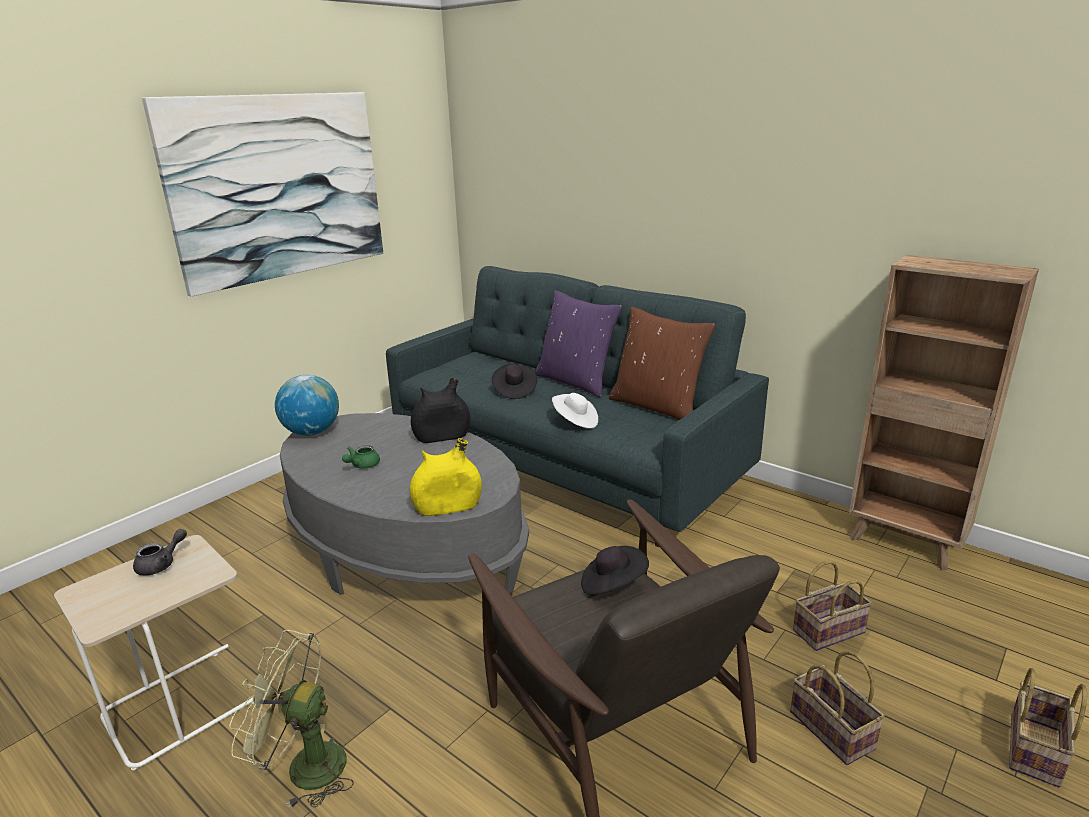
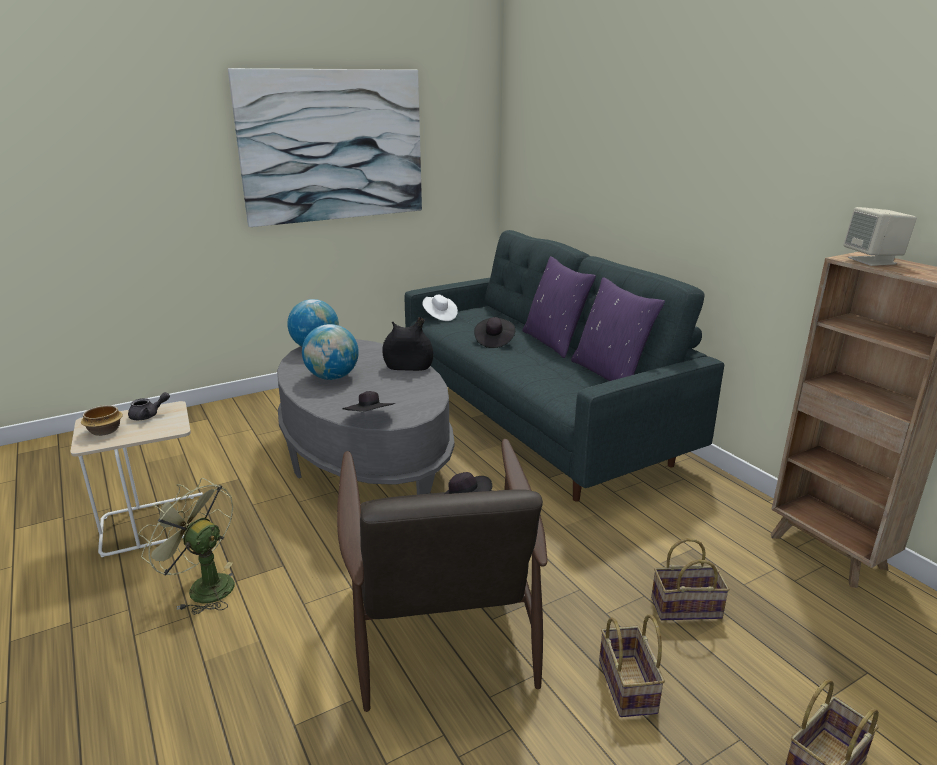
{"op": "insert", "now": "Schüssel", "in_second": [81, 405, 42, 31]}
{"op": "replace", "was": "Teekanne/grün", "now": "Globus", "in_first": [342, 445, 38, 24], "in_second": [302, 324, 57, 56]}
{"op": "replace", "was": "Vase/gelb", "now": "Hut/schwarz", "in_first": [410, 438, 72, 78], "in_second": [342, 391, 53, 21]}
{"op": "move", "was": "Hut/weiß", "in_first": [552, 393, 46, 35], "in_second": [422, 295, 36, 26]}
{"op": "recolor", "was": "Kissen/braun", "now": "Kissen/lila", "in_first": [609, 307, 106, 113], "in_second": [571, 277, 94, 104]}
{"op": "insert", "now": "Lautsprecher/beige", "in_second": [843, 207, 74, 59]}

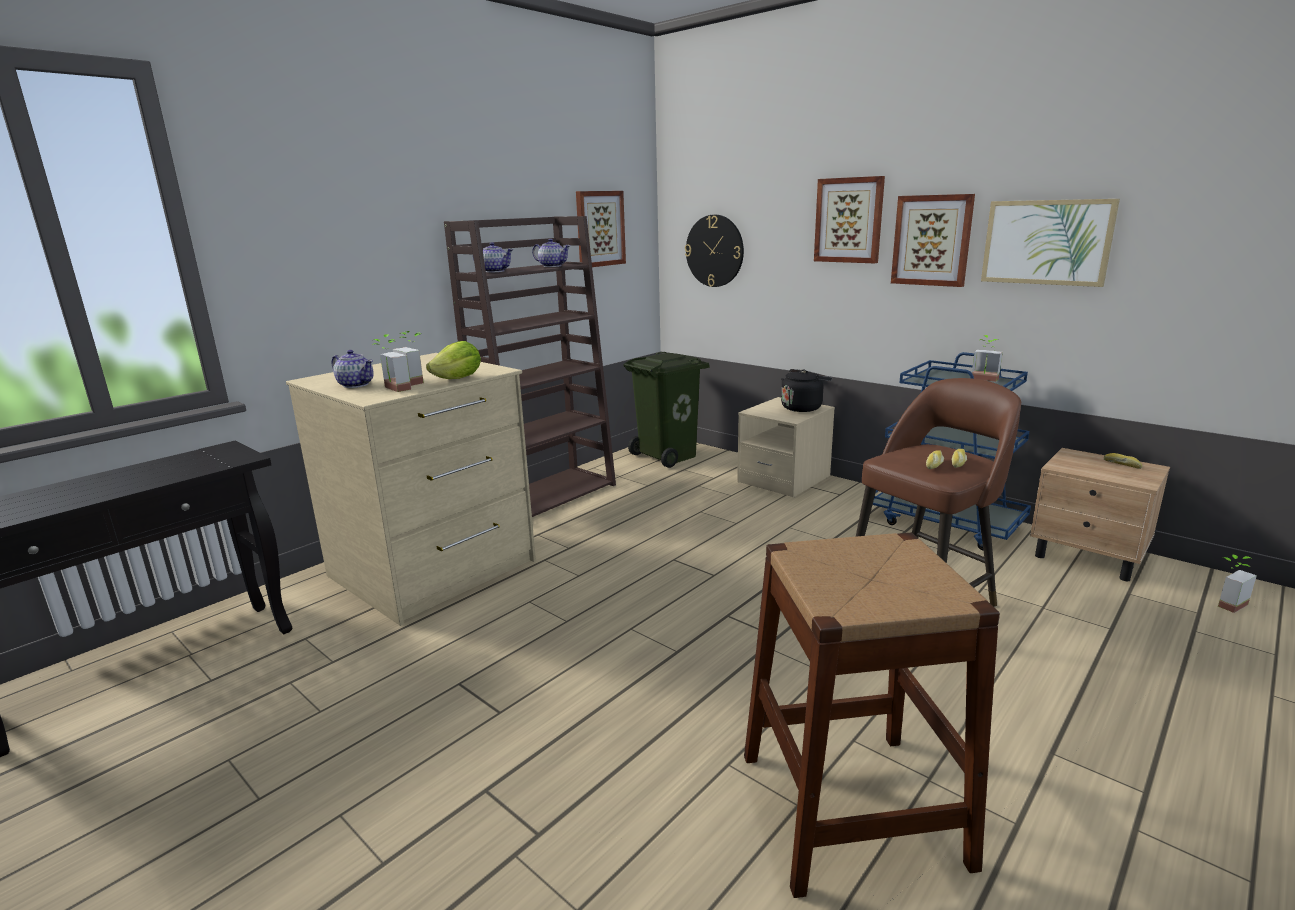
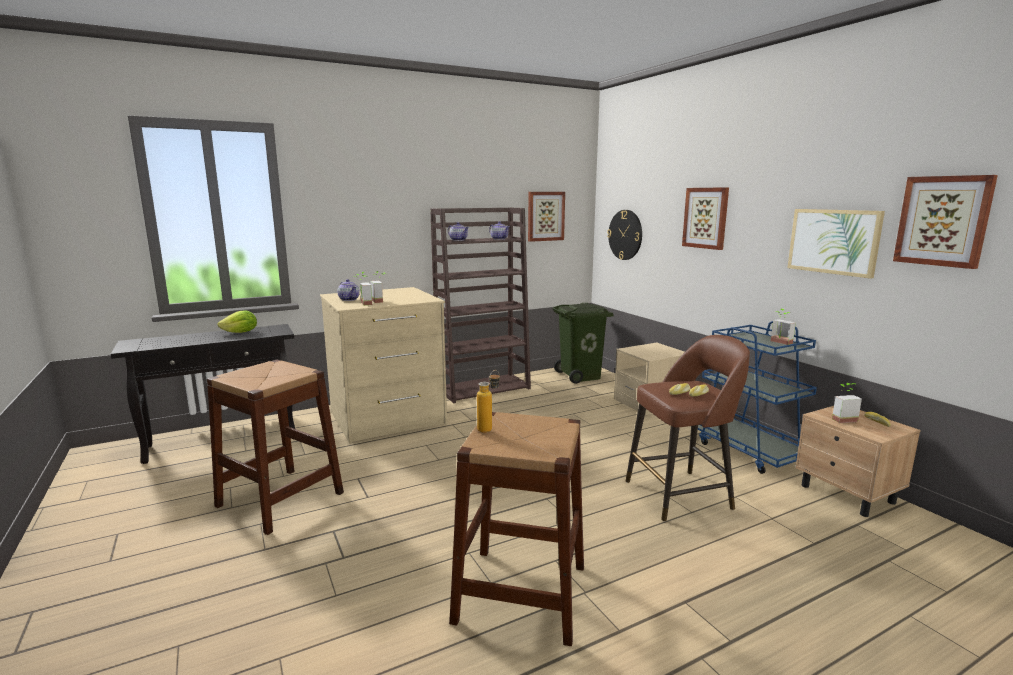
{"op": "insert", "now": "Hocker/braun", "in_second": [207, 360, 137, 175]}
{"op": "move", "was": "Salatkopf", "in_first": [426, 341, 55, 38], "in_second": [217, 310, 40, 23]}
{"op": "insert", "now": "Flasche", "in_second": [477, 370, 23, 63]}
{"op": "move", "was": "Topfpflanze", "in_first": [1218, 555, 38, 58], "in_second": [832, 383, 30, 40]}
{"op": "move", "was": "Bild", "in_first": [891, 194, 84, 93], "in_second": [893, 175, 105, 94]}
{"op": "delete", "was": "Wasserkessel/schwarz", "in_first": [781, 369, 51, 43]}

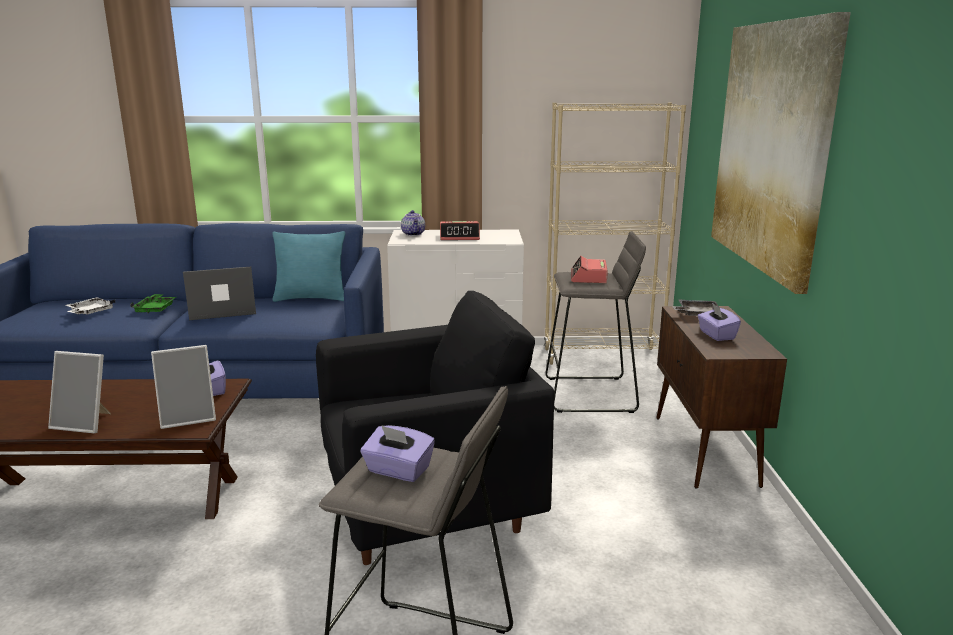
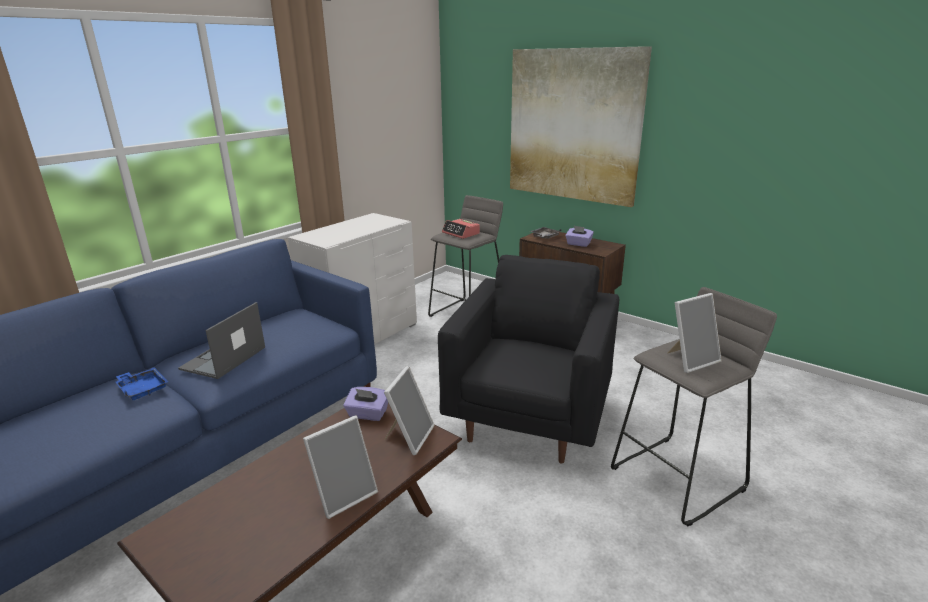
{"op": "recolor", "was": "Tablett/grün", "now": "Tablett/blau", "in_first": [130, 294, 46, 20], "in_second": [115, 367, 53, 33]}
{"op": "replace", "was": "Taschentuchbox/lila", "now": "Bilderrahmen", "in_first": [361, 425, 74, 57], "in_second": [667, 293, 55, 80]}
{"op": "delete", "was": "Tablett/weiß", "in_first": [66, 297, 49, 18]}
{"op": "delete", "was": "Kissen/türkis", "in_first": [273, 231, 72, 71]}
{"op": "delete", "was": "Teekanne", "in_first": [401, 210, 24, 26]}
{"op": "delete", "was": "Wecker", "in_first": [440, 221, 40, 19]}
{"op": "delete", "was": "Bücherregal/beige", "in_first": [544, 103, 142, 262]}

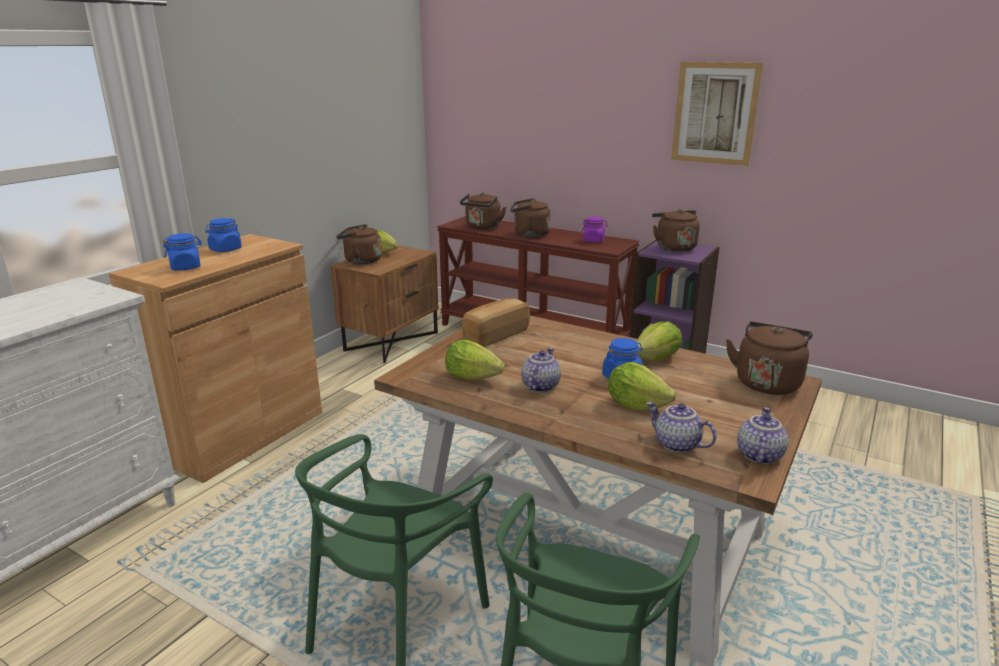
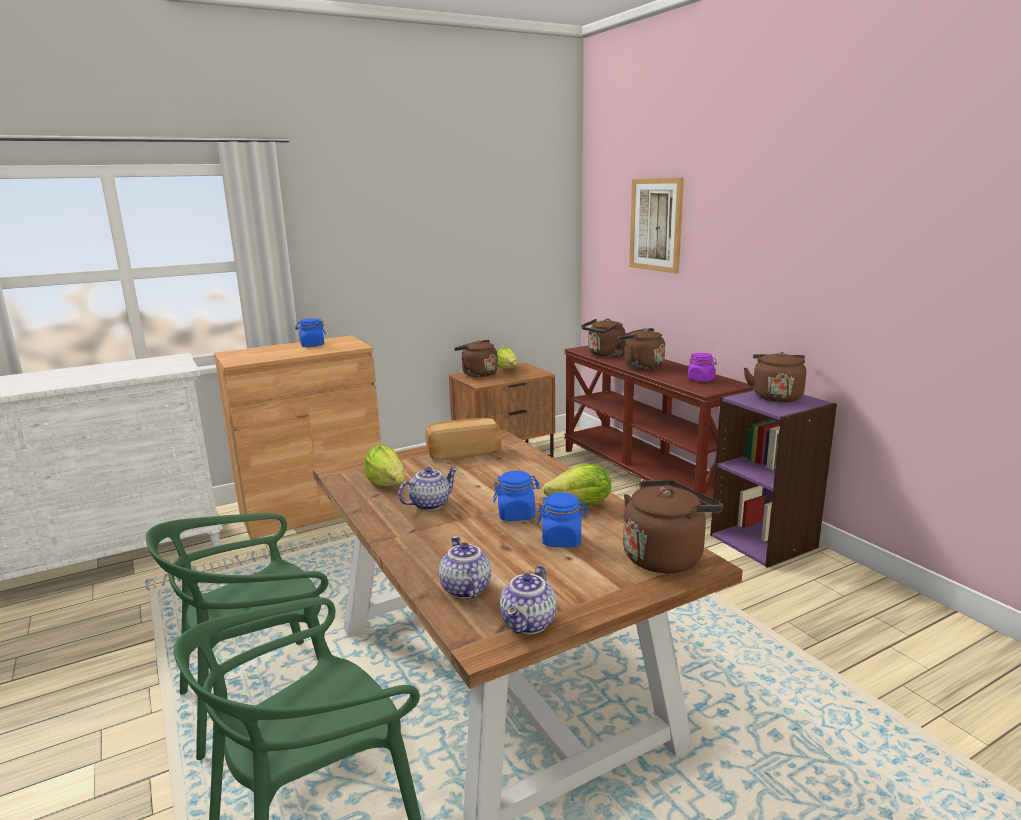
{"op": "rotate", "was": "Teekanne", "in_first": [737, 407, 52, 57], "in_second": [500, 565, 57, 69], "clockwise": 150}
{"op": "move", "was": "Vorratsglas/blau", "in_first": [163, 233, 39, 37], "in_second": [537, 493, 51, 54]}
{"op": "move", "was": "Bild", "in_first": [671, 62, 92, 104], "in_second": [629, 178, 55, 96]}
{"op": "delete", "was": "Salatkopf", "in_first": [608, 362, 69, 48]}

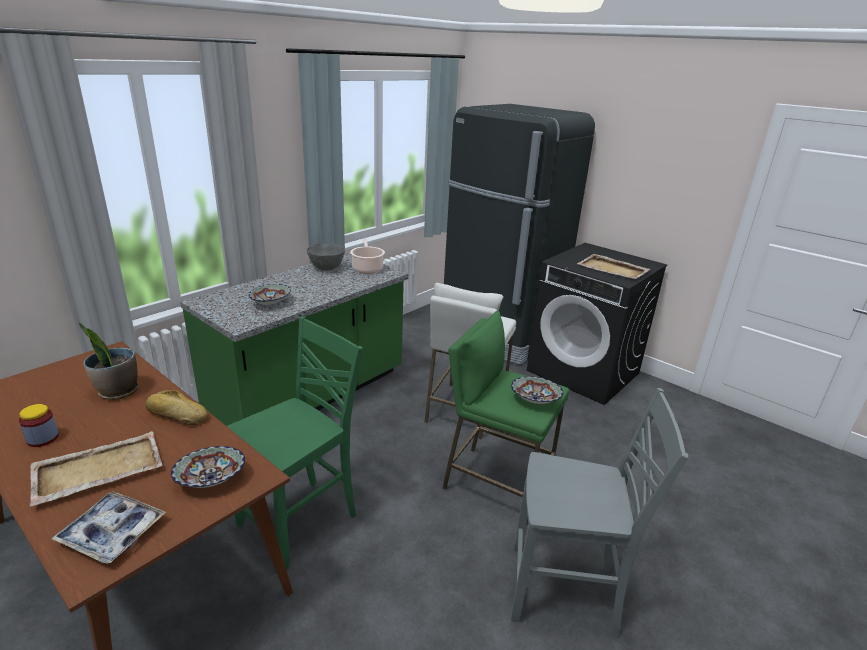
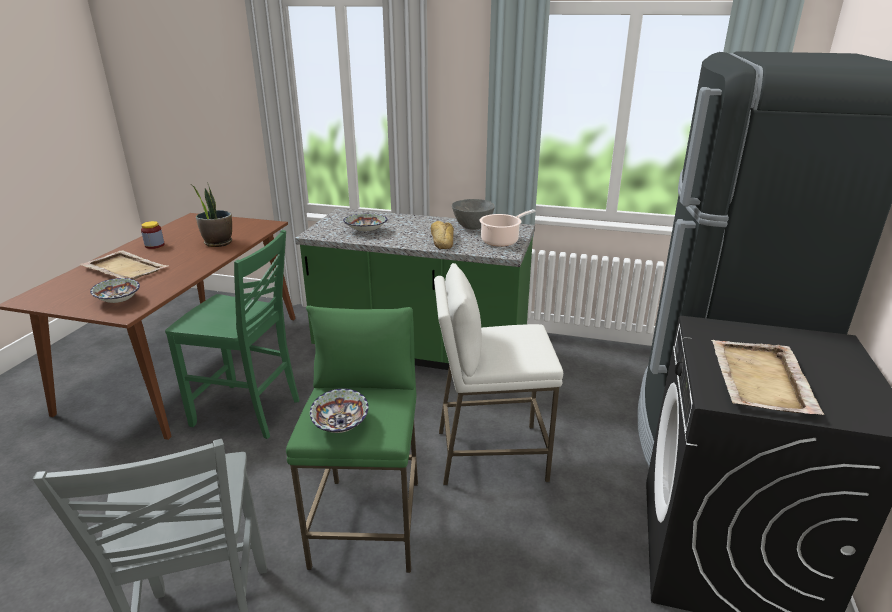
{"op": "move", "was": "Brot", "in_first": [145, 390, 63, 36], "in_second": [431, 221, 23, 28]}
{"op": "delete", "was": "Tablett", "in_first": [51, 491, 115, 73]}

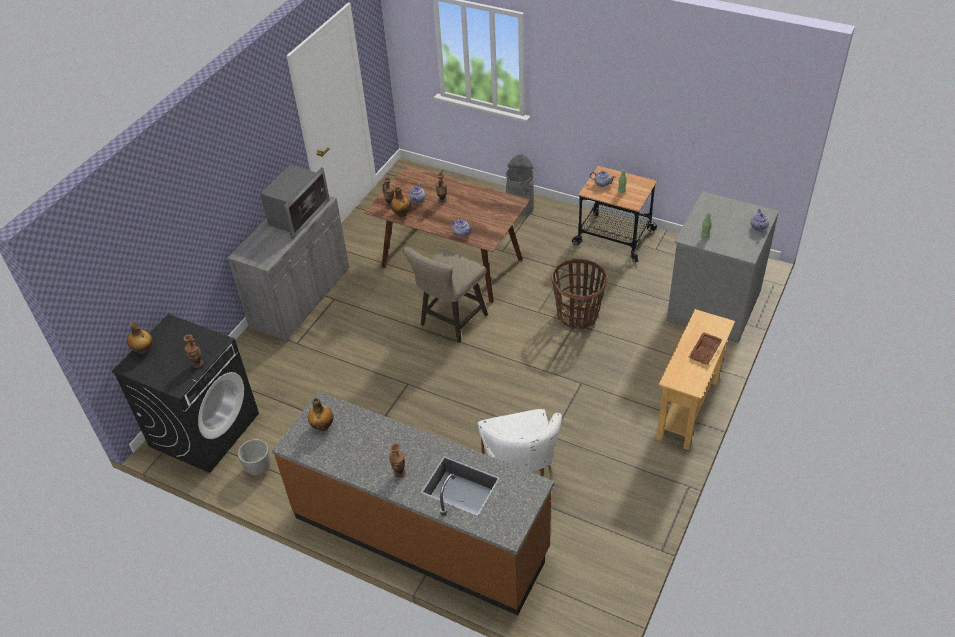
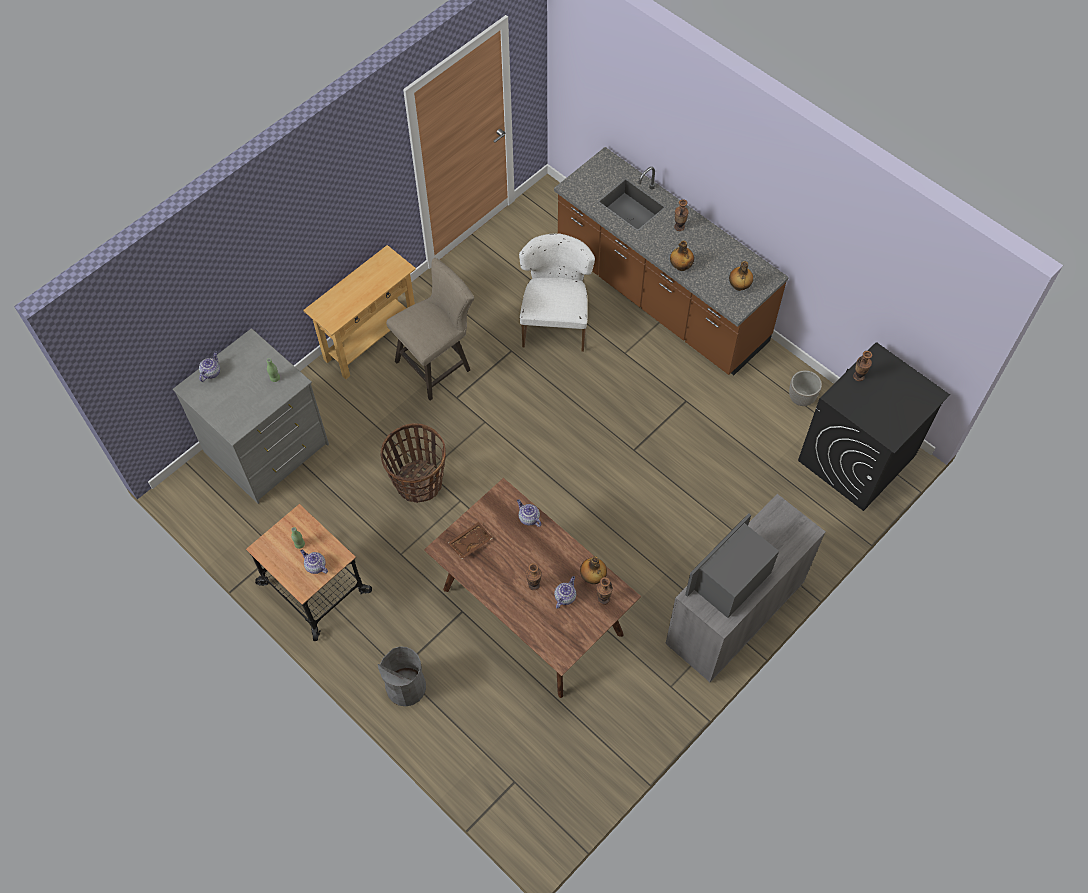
{"op": "move", "was": "Hocker/beige", "in_first": [403, 247, 85, 96], "in_second": [386, 258, 88, 143]}
{"op": "move", "was": "Tablett/braun", "in_first": [688, 332, 35, 33], "in_second": [448, 522, 45, 37]}
{"op": "move", "was": "Flasche", "in_first": [127, 322, 25, 32], "in_second": [670, 241, 24, 30]}

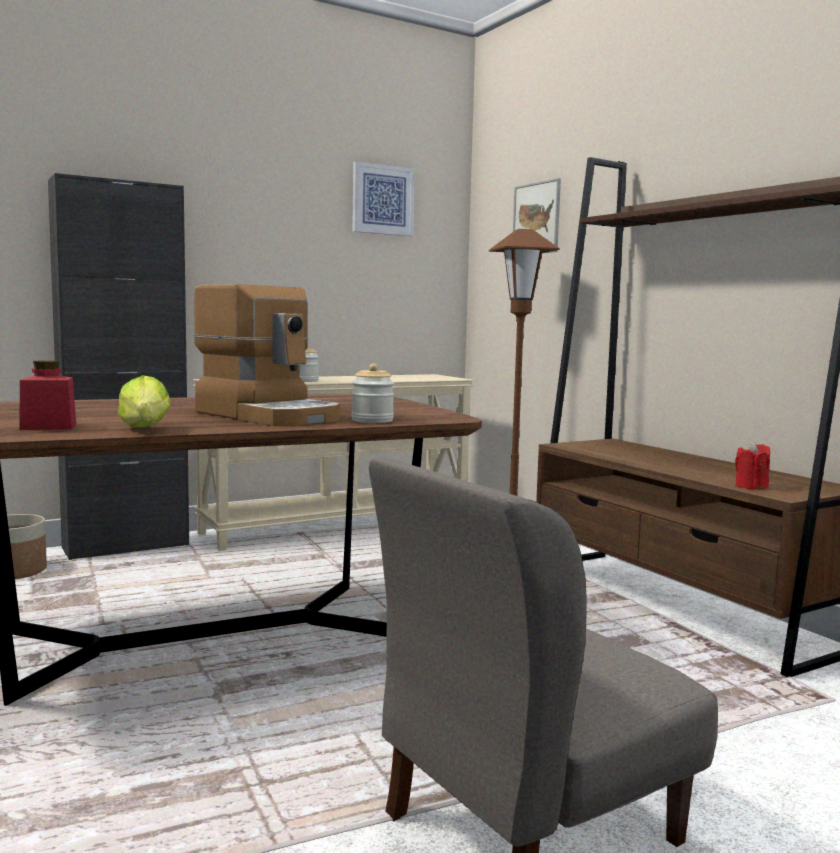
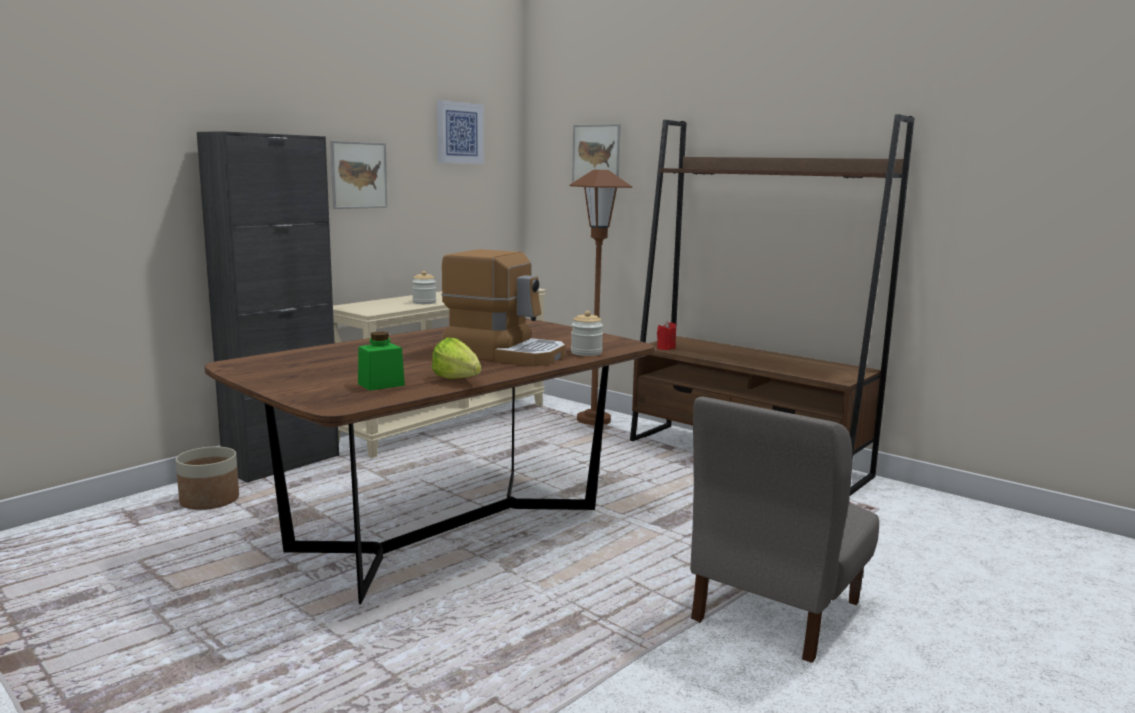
{"op": "insert", "now": "Bild", "in_second": [330, 141, 58, 68]}
{"op": "recolor", "was": "Vorratsglas/rot", "now": "Vorratsglas/grün", "in_first": [20, 360, 56, 70], "in_second": [358, 332, 47, 59]}
{"op": "move", "was": "Kerze/rot", "in_first": [735, 442, 35, 48], "in_second": [657, 322, 19, 28]}

